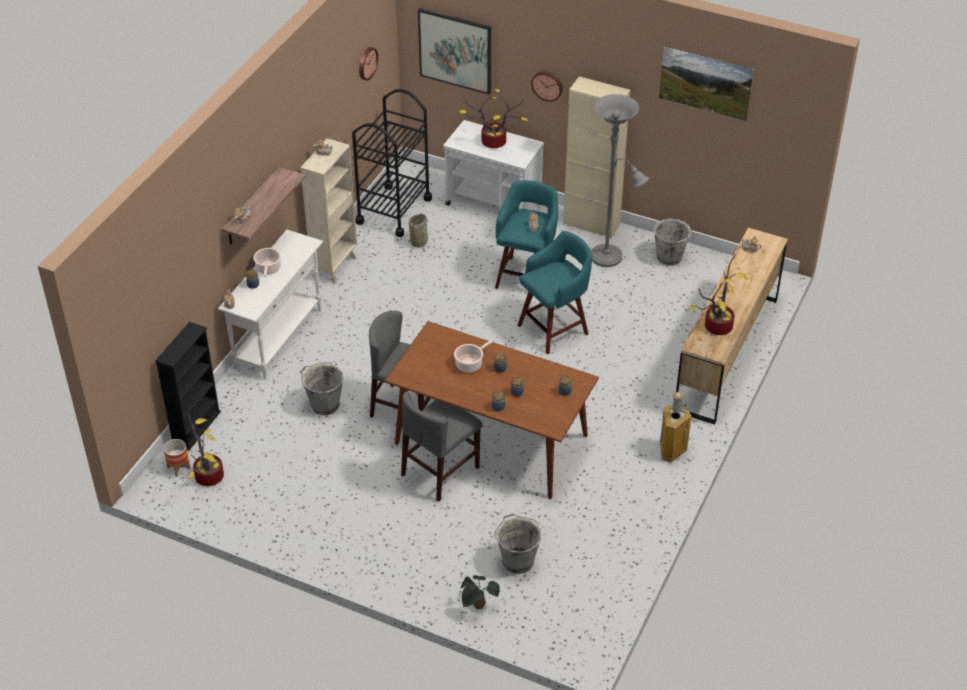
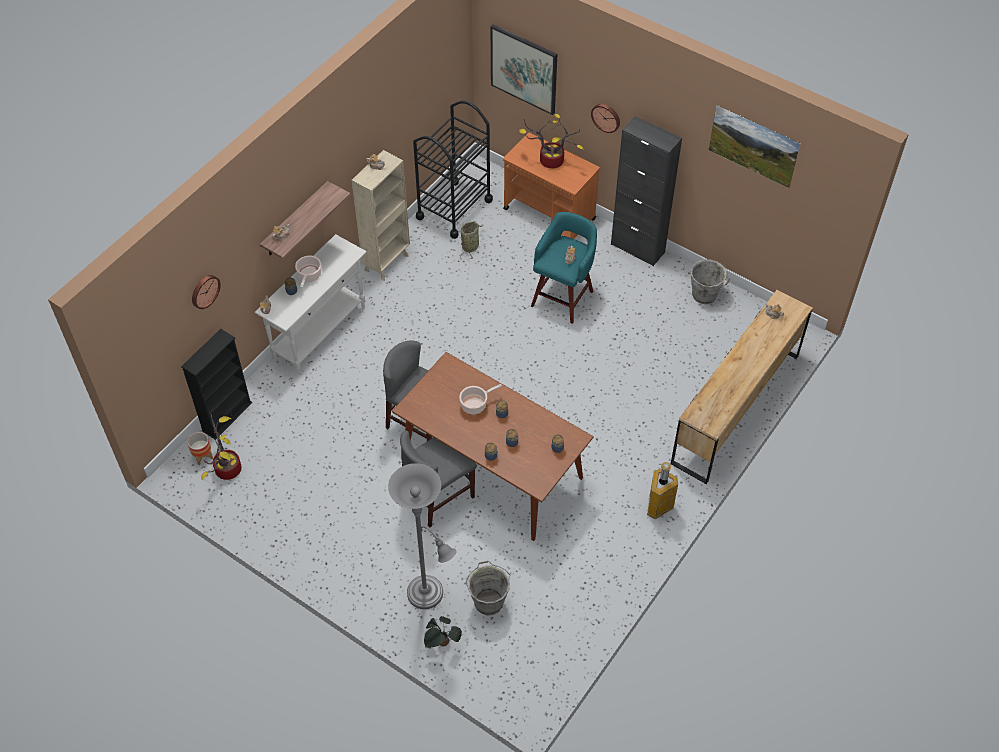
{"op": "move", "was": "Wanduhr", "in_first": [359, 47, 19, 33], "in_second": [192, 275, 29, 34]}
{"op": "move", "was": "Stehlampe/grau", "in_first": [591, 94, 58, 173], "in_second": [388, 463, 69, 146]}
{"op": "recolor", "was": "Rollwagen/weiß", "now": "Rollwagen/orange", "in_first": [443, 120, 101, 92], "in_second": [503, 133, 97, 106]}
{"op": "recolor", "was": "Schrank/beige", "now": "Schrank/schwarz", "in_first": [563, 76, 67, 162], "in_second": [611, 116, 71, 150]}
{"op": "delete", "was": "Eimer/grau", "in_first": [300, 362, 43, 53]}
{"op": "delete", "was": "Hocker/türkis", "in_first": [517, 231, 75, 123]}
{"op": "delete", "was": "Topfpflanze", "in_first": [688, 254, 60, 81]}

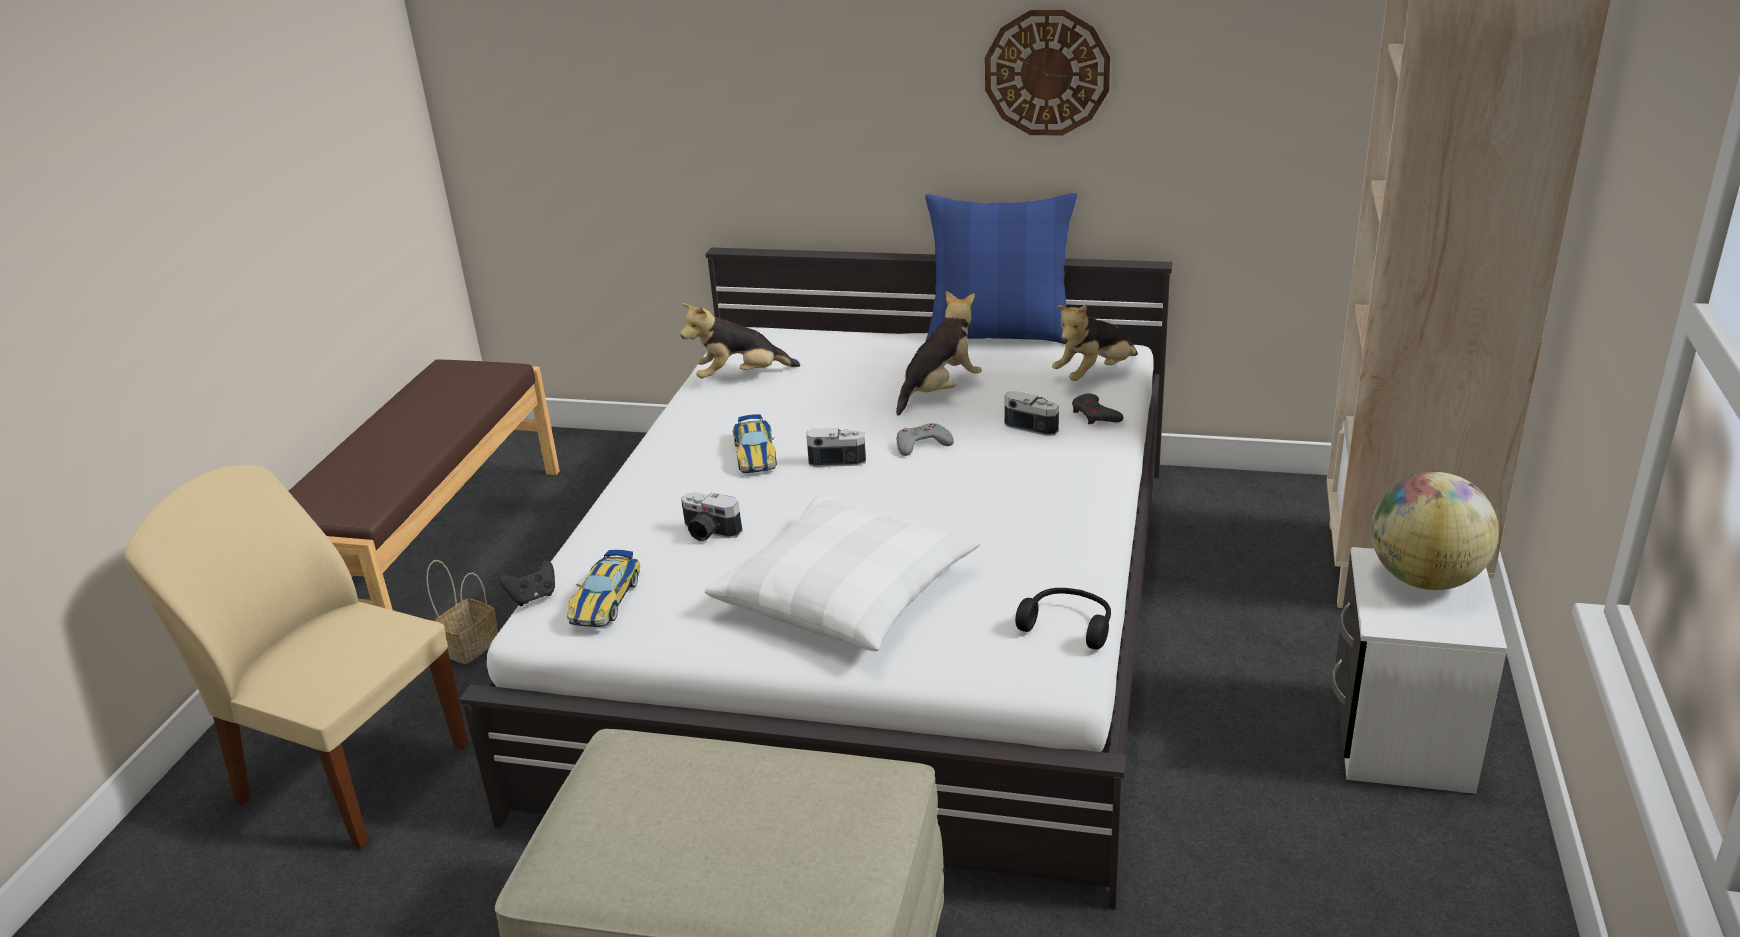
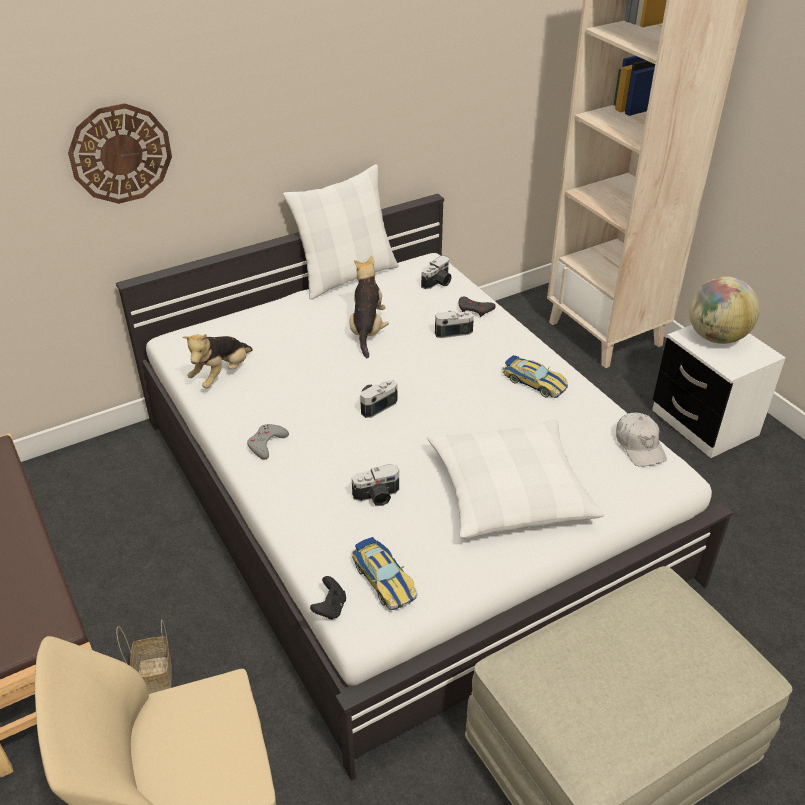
{"op": "move", "was": "Wanduhr", "in_first": [985, 10, 125, 126], "in_second": [68, 103, 104, 101]}
{"op": "move", "was": "Gamepad/grau", "in_first": [897, 423, 57, 33], "in_second": [247, 424, 42, 36]}
{"op": "recolor", "was": "Kissen/blau", "now": "Kissen/weiß", "in_first": [925, 193, 152, 151], "in_second": [283, 164, 116, 136]}
{"op": "replace", "was": "Plüschtier", "now": "Kamera", "in_first": [1052, 304, 86, 77], "in_second": [421, 256, 31, 33]}
{"op": "move", "was": "Spielzeugauto", "in_first": [733, 414, 44, 59], "in_second": [503, 355, 65, 43]}
{"op": "replace", "was": "Kopfhörer/schwarz", "now": "Kappe/weiß", "in_first": [1015, 588, 96, 62], "in_second": [616, 413, 51, 54]}

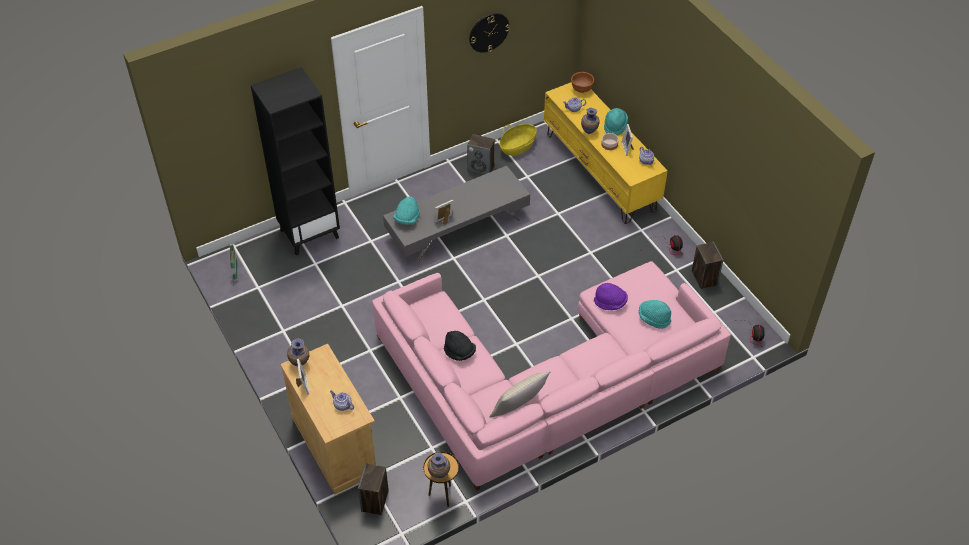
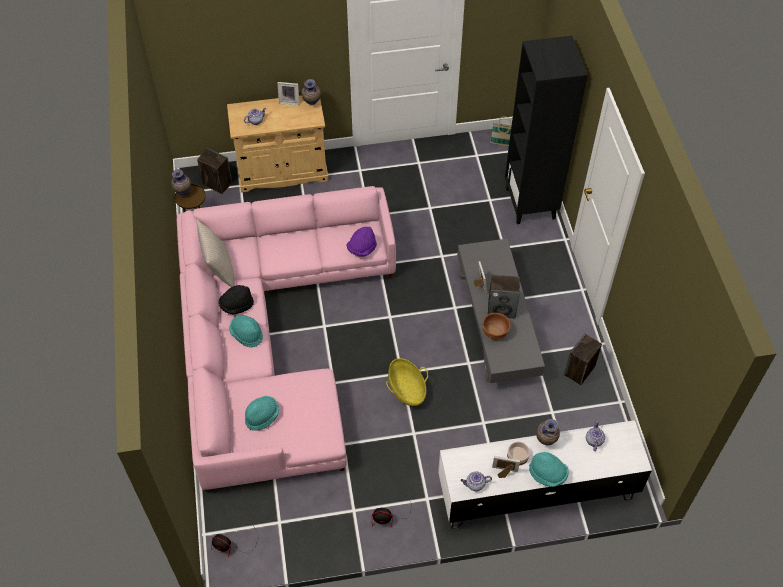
{"op": "move", "was": "Hut/schwarz", "in_first": [444, 331, 32, 30], "in_second": [219, 285, 35, 29]}
{"op": "move", "was": "Hut/türkis", "in_first": [393, 197, 27, 28], "in_second": [229, 315, 34, 32]}
{"op": "move", "was": "Hut/lila", "in_first": [594, 283, 34, 27], "in_second": [347, 227, 30, 30]}
{"op": "move", "was": "Korb", "in_first": [500, 124, 37, 32], "in_second": [386, 358, 42, 48]}
{"op": "recolor", "was": "Fernsehschrank/gelb", "now": "Fernsehschrank/weiß", "in_first": [544, 82, 124, 142], "in_second": [438, 420, 214, 109]}
{"op": "move", "was": "Schüssel/braun", "in_first": [571, 72, 23, 21], "in_second": [482, 313, 29, 27]}
{"op": "move", "was": "Lautsprecher", "in_first": [692, 242, 31, 47], "in_second": [488, 275, 32, 43]}
{"op": "delete", "was": "Wanduhr", "in_first": [469, 13, 41, 40]}

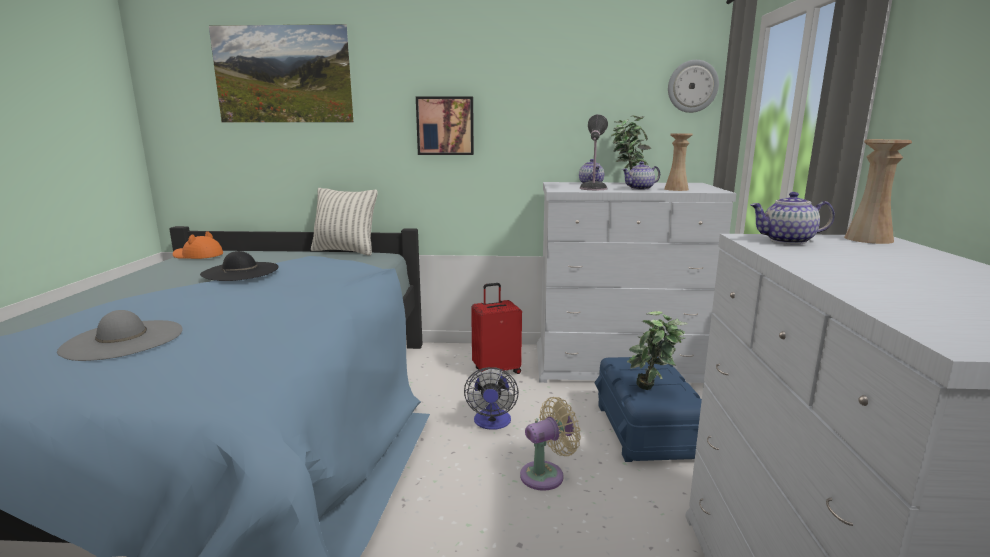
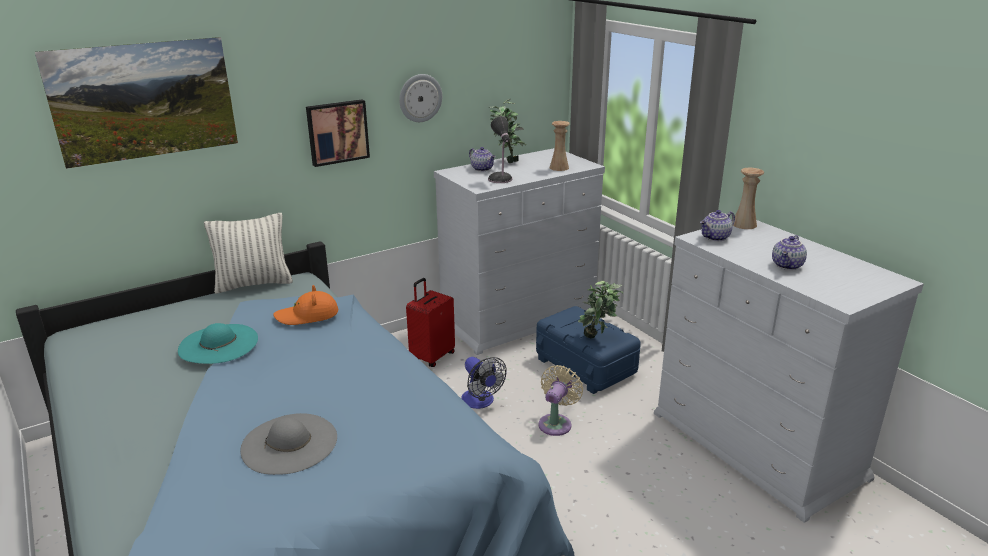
{"op": "recolor", "was": "Hut/schwarz", "now": "Hut/türkis", "in_first": [200, 251, 78, 30], "in_second": [178, 323, 80, 41]}
{"op": "move", "was": "Hut/orange", "in_first": [173, 231, 50, 28], "in_second": [273, 285, 65, 40]}
{"op": "move", "was": "Wanduhr", "in_first": [668, 60, 51, 53], "in_second": [399, 74, 43, 48]}
{"op": "move", "was": "Teekanne", "in_first": [622, 162, 38, 28], "in_second": [772, 235, 35, 35]}

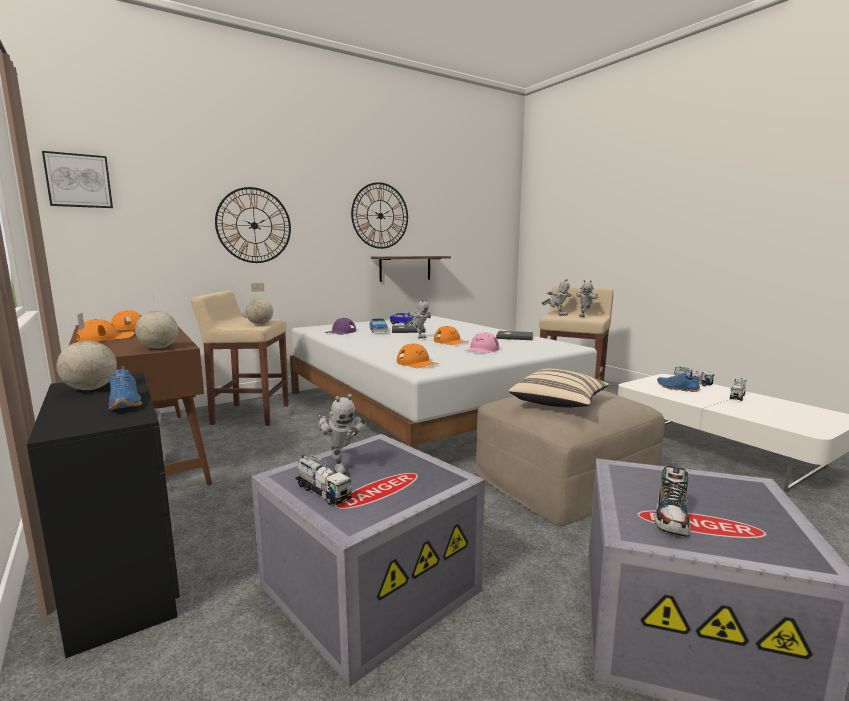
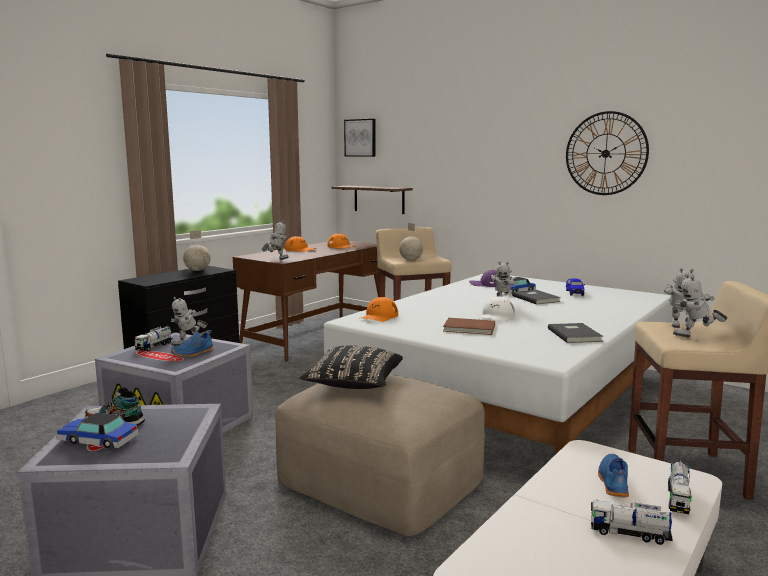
{"op": "insert", "now": "Spielzeugauto", "in_second": [56, 413, 83, 37]}
{"op": "move", "was": "Schuh/blau", "in_first": [109, 366, 33, 44], "in_second": [171, 330, 43, 27]}
{"op": "replace", "was": "Globus", "now": "Spielzeugroboter", "in_first": [135, 290, 43, 59], "in_second": [262, 220, 27, 40]}
{"op": "recolor", "was": "Kissen/beige", "now": "Kissen/schwarz", "in_first": [509, 369, 100, 38], "in_second": [300, 346, 103, 43]}
{"op": "move", "was": "Wandregal", "in_first": [371, 256, 80, 26], "in_second": [331, 186, 82, 28]}
{"op": "replace", "was": "Kappe/rosa", "now": "Buch/braun", "in_first": [465, 332, 34, 22], "in_second": [443, 318, 52, 17]}
{"op": "recolor", "was": "Kappe/orange", "now": "Kappe/weiß", "in_first": [434, 326, 34, 19], "in_second": [479, 297, 36, 24]}
{"op": "delete", "was": "Wanduhr", "in_first": [215, 187, 76, 76]}

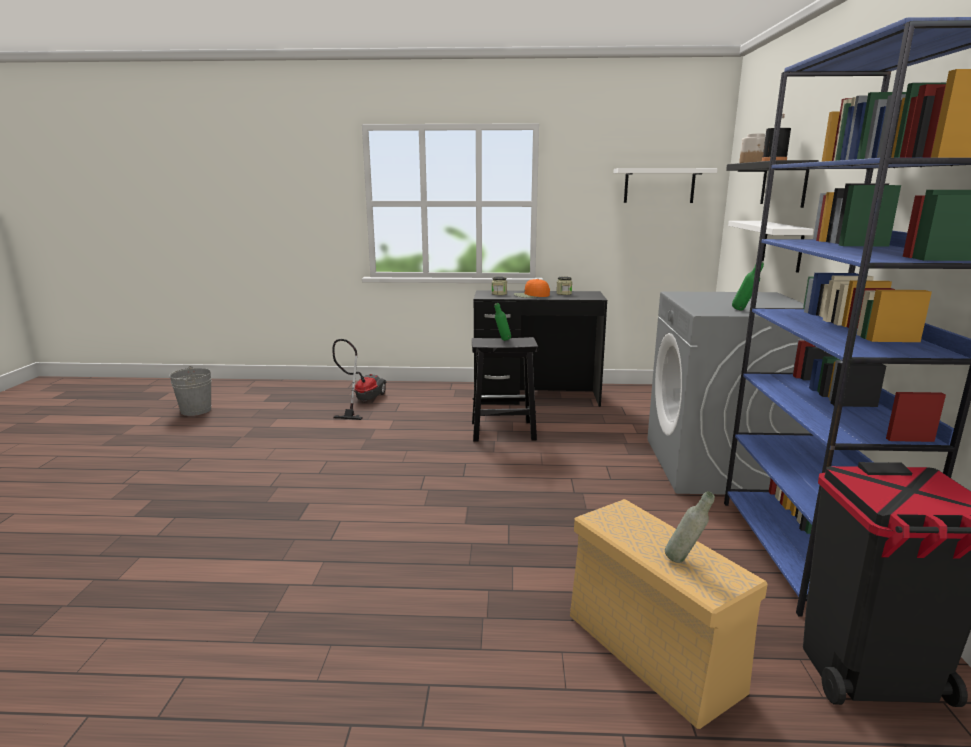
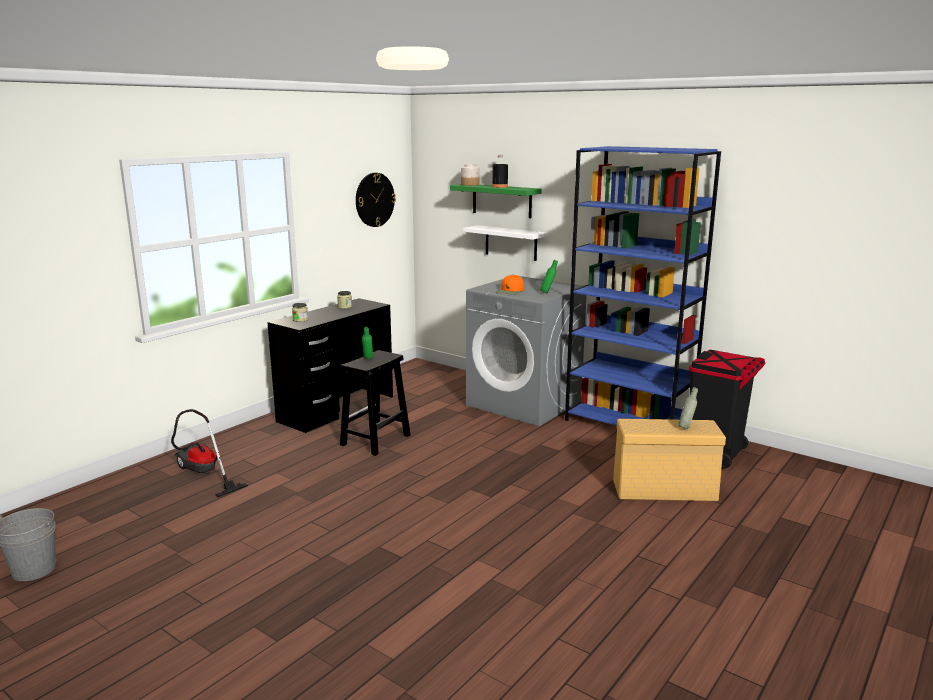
{"op": "replace", "was": "Wandregal/weiß", "now": "Wanduhr", "in_first": [613, 168, 104, 35], "in_second": [356, 173, 40, 54]}
{"op": "recolor", "was": "Wandregal/schwarz", "now": "Wandregal/grün", "in_first": [726, 160, 93, 48], "in_second": [450, 184, 92, 34]}
{"op": "move", "was": "Kappe/orange", "in_first": [514, 279, 36, 19], "in_second": [496, 275, 28, 19]}

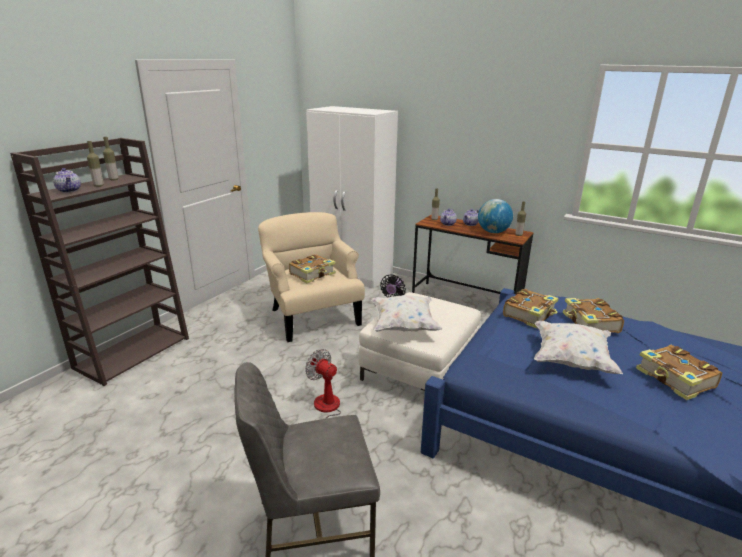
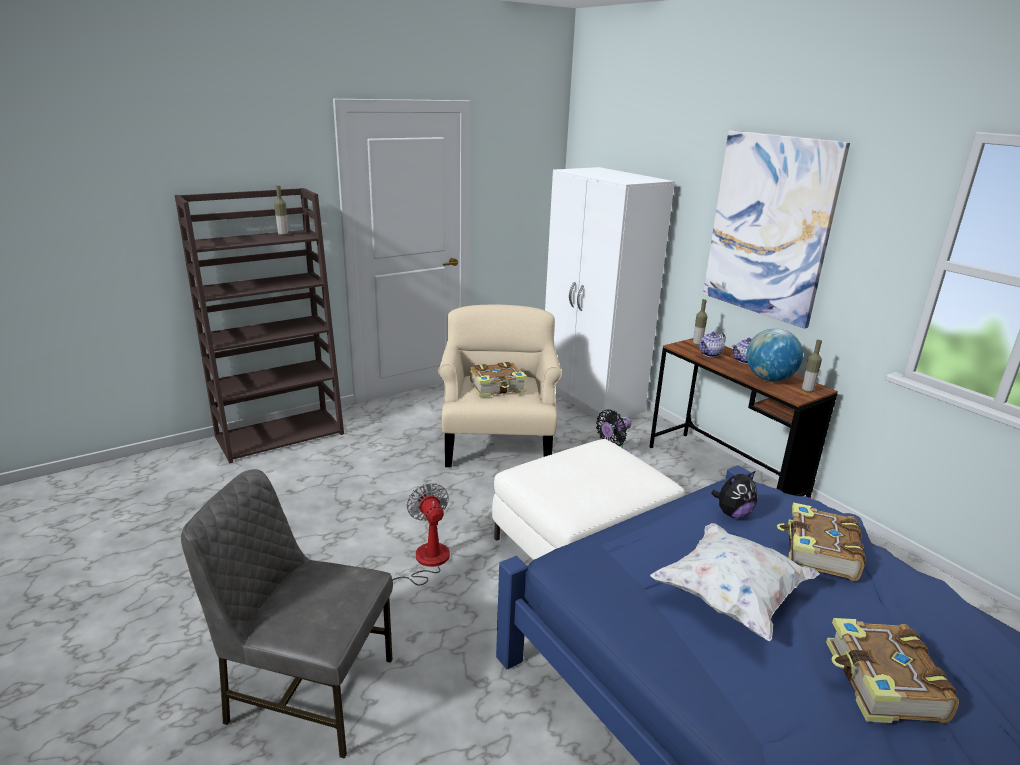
{"op": "insert", "now": "Bild", "in_second": [703, 130, 147, 199]}
{"op": "replace", "was": "Buch", "now": "Plüschtier", "in_first": [503, 289, 56, 40], "in_second": [711, 471, 46, 47]}
{"op": "delete", "was": "Teekanne", "in_first": [53, 168, 28, 25]}
{"op": "delete", "was": "Flasche", "in_first": [87, 141, 17, 46]}
{"op": "delete", "was": "Kissen/weiß", "in_first": [371, 295, 72, 37]}

